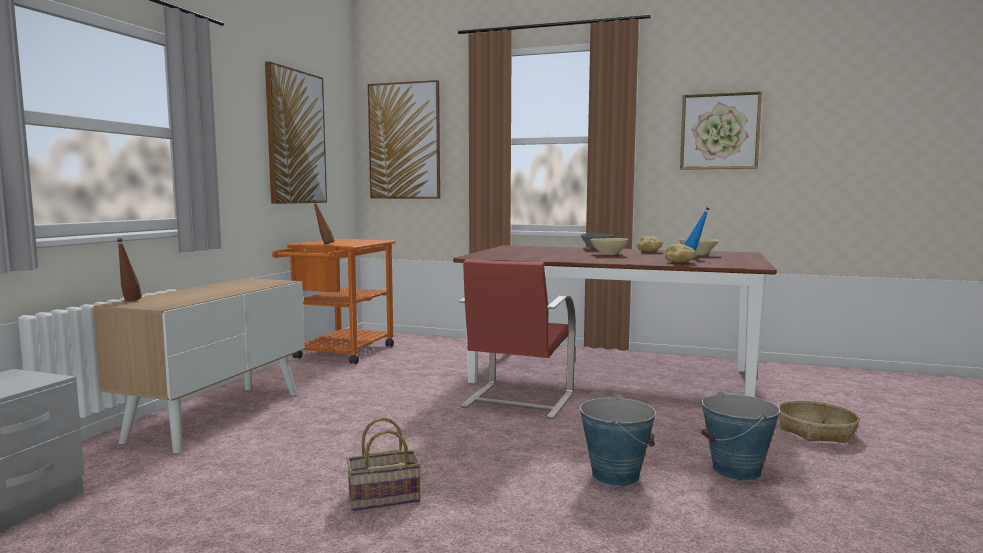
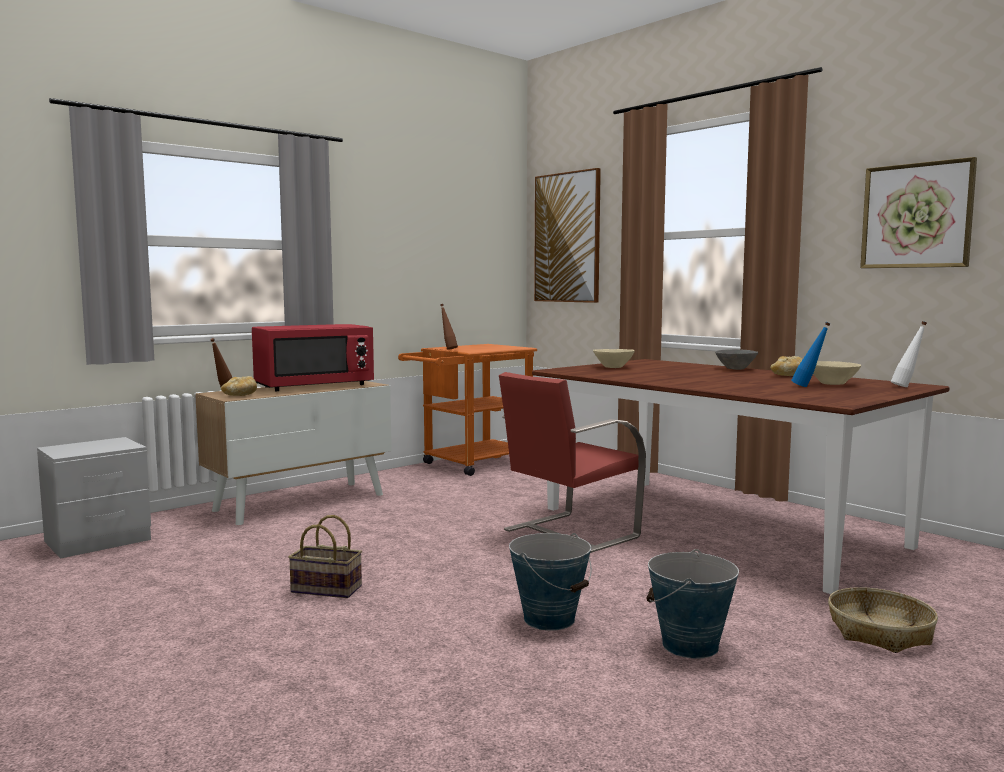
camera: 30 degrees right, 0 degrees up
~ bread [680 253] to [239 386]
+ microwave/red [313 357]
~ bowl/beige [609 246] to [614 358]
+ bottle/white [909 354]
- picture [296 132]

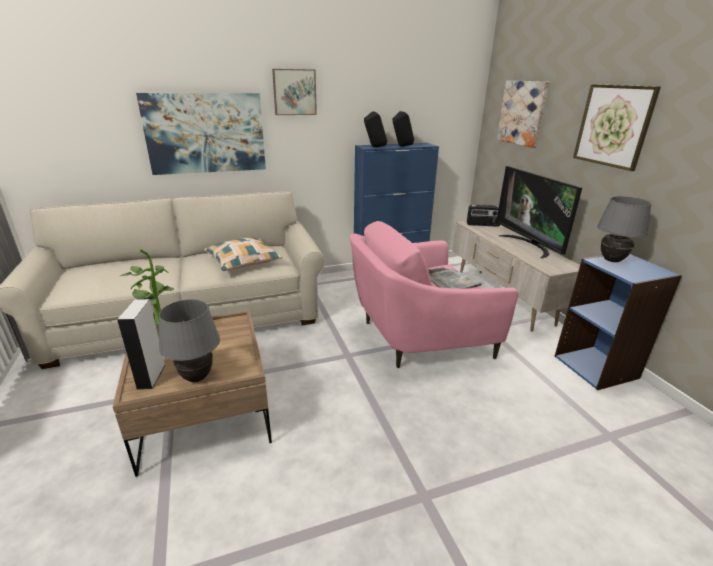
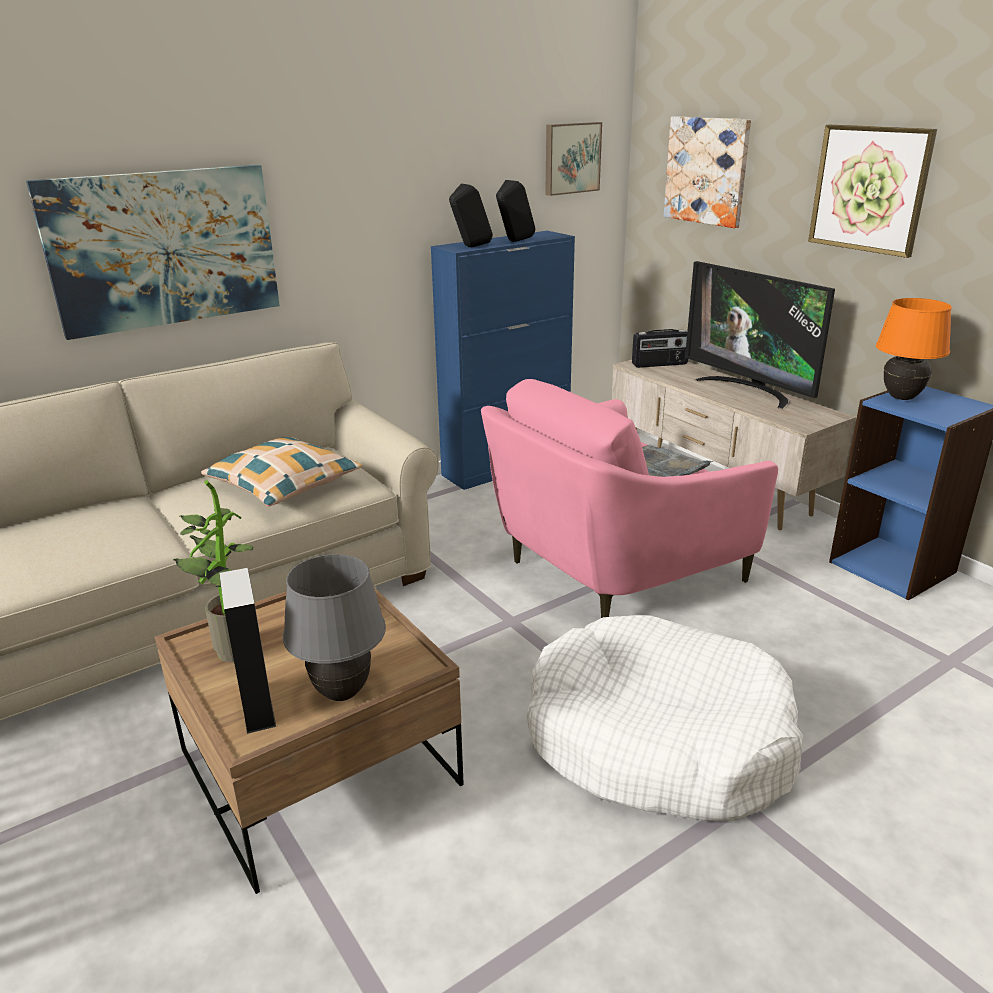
camera: 15 degrees left, 0 degrees up
+ dog bed/white [664 718]
~ picture [294 92] to [573 159]
~ table lamp/grey [624 229] to table lamp/orange [914 349]

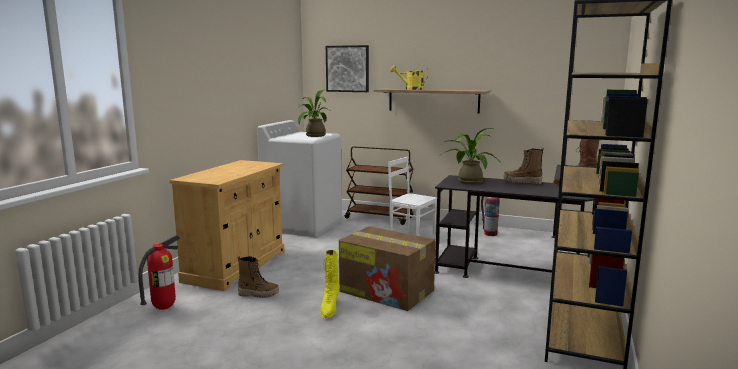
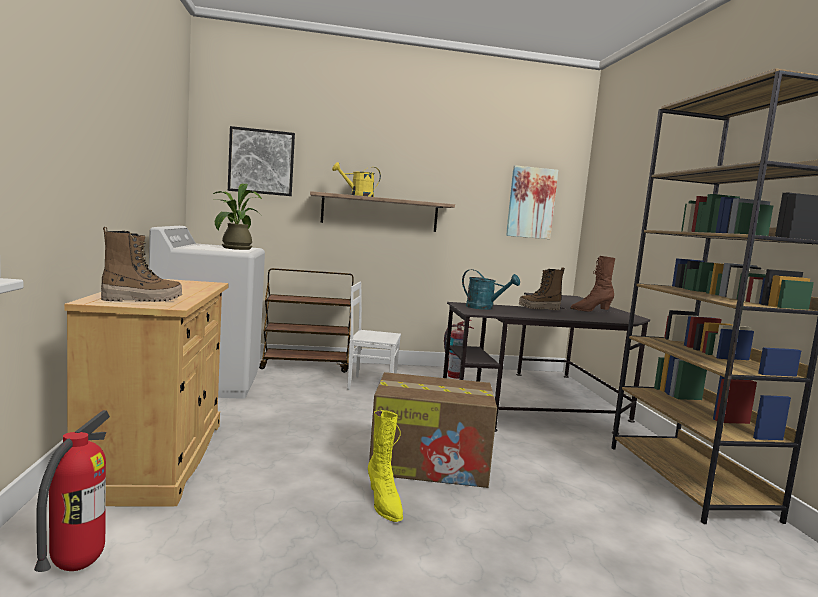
camera: 30 degrees left, 5 degrees down
~ boot [258 277] to [141 264]
~ potted plant [469 156] to watering can/turquoise [491 289]
+ picture [532 202]

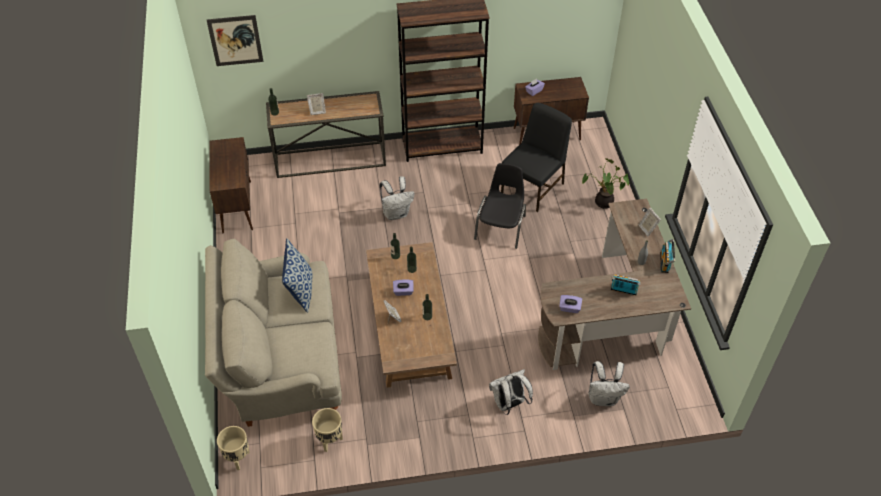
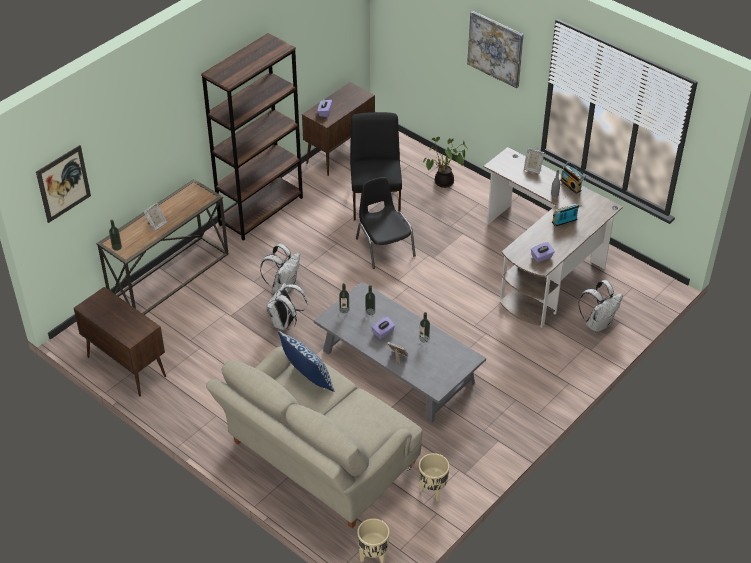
camera: 40 degrees left, 5 degrees down
~ backpack/white [511 392] to [286 306]
~ coffee table/brown [411 315] to coffee table/grey [400 352]
+ picture [495 49]

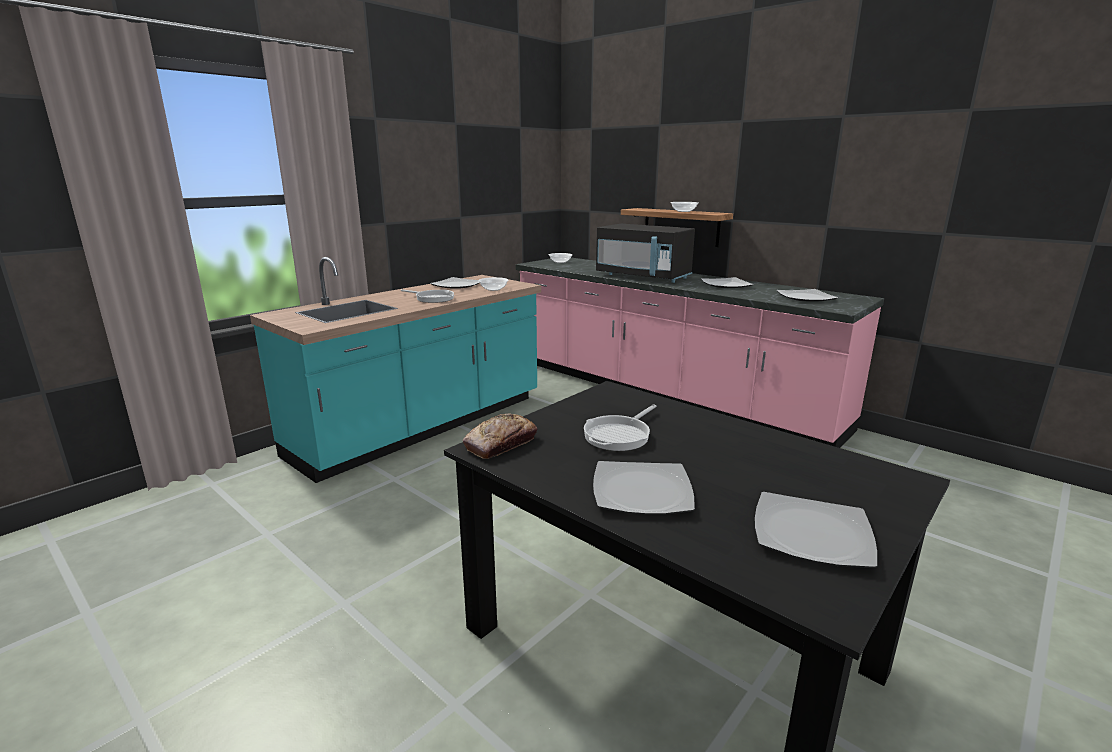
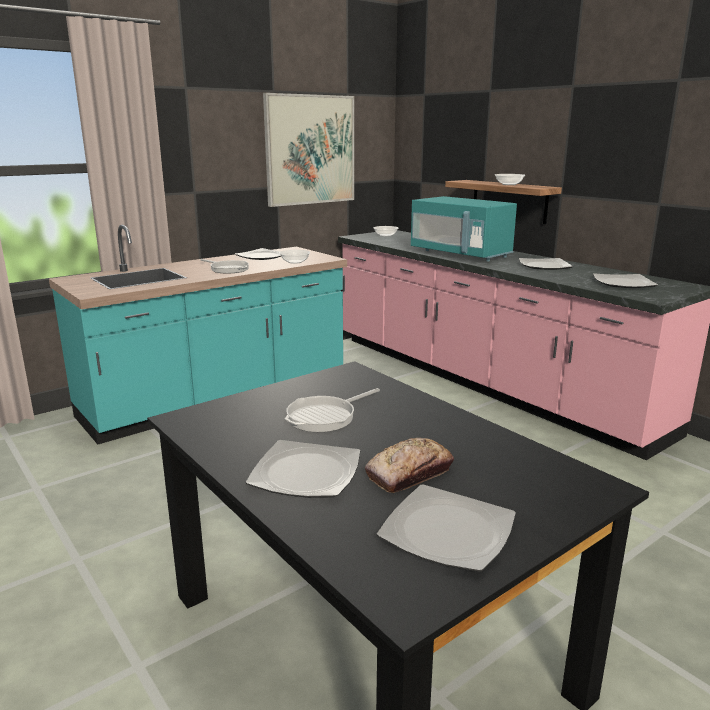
camera: 10 degrees right, 0 degrees up
+ picture [308 150]
~ bread [500 436] to [409 465]
~ microwave/black [645 253] to microwave/turquoise [464 229]

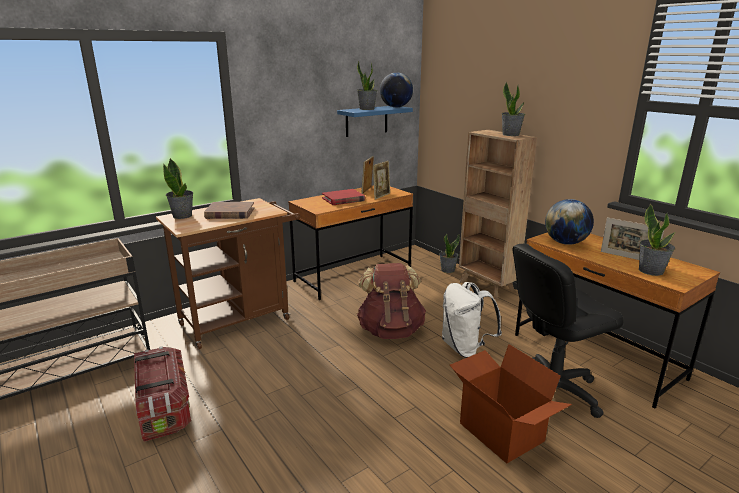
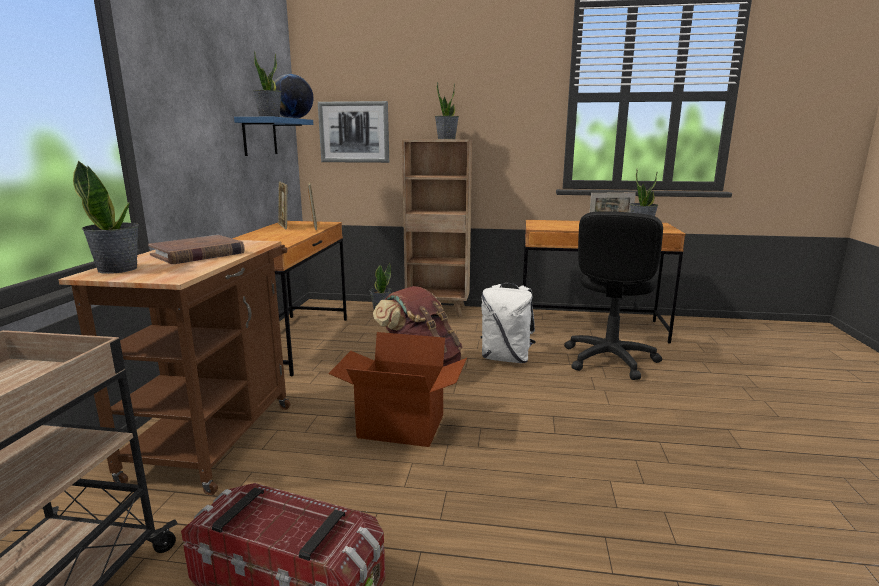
camera: 45 degrees left, 5 degrees down
+ picture [353 132]
~ cardboard box [511 404] to [397 389]
- book/red [343 197]
- globe [569 222]

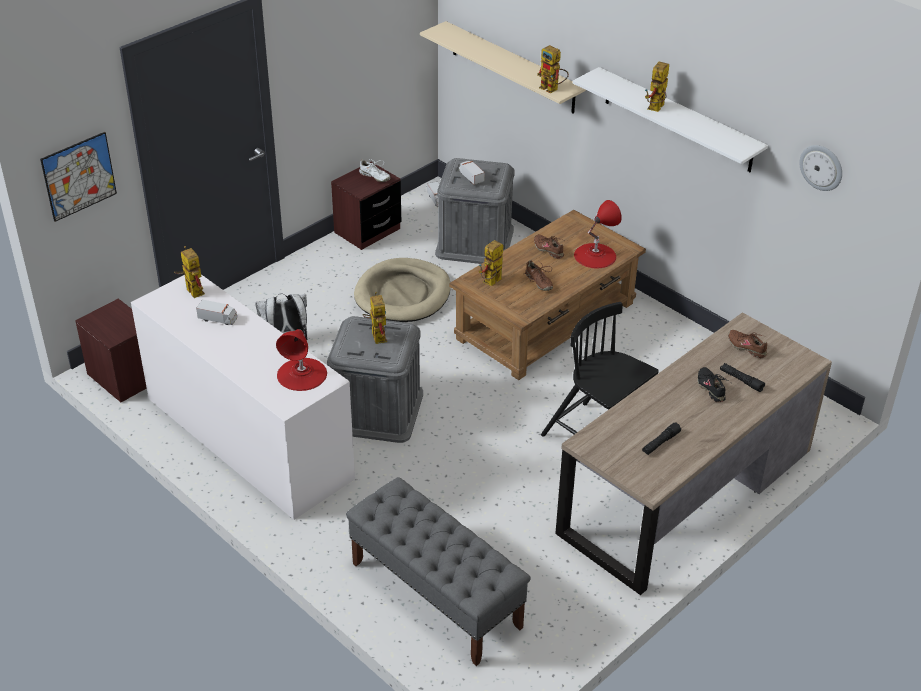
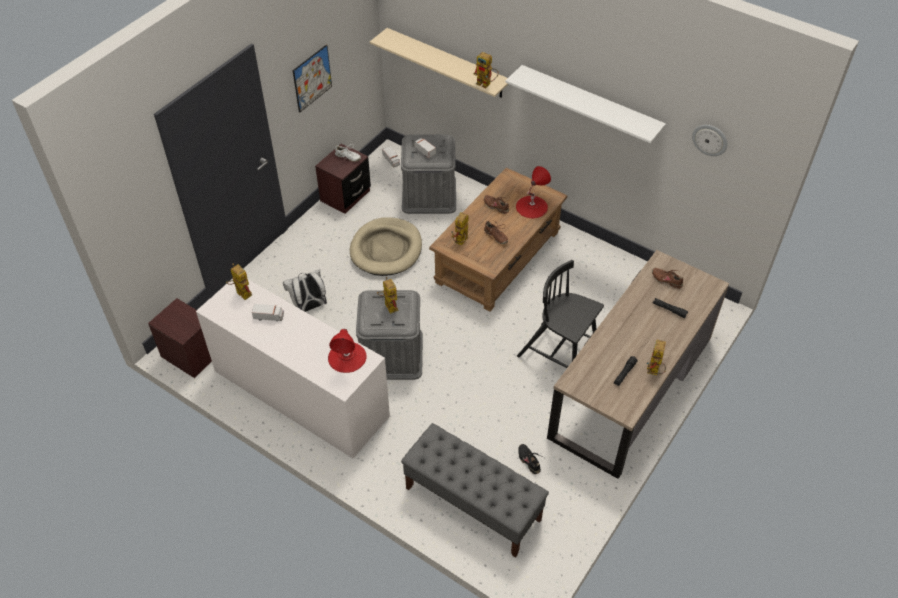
camera: 10 degrees left, 10 degrees up
~ picture [78 177] to [312 78]
~ shoe/black [714 384] to [531 459]
~ toy robot [657 86] to [656 357]

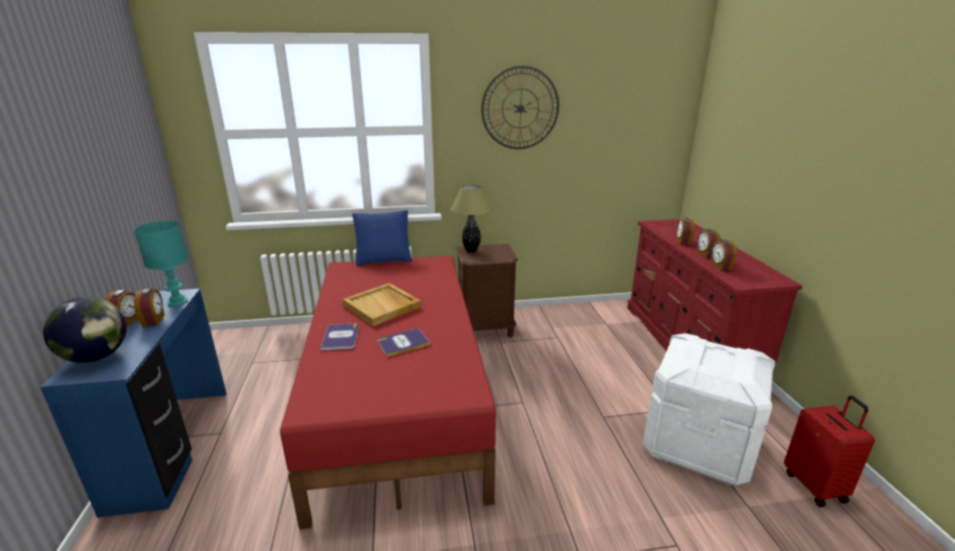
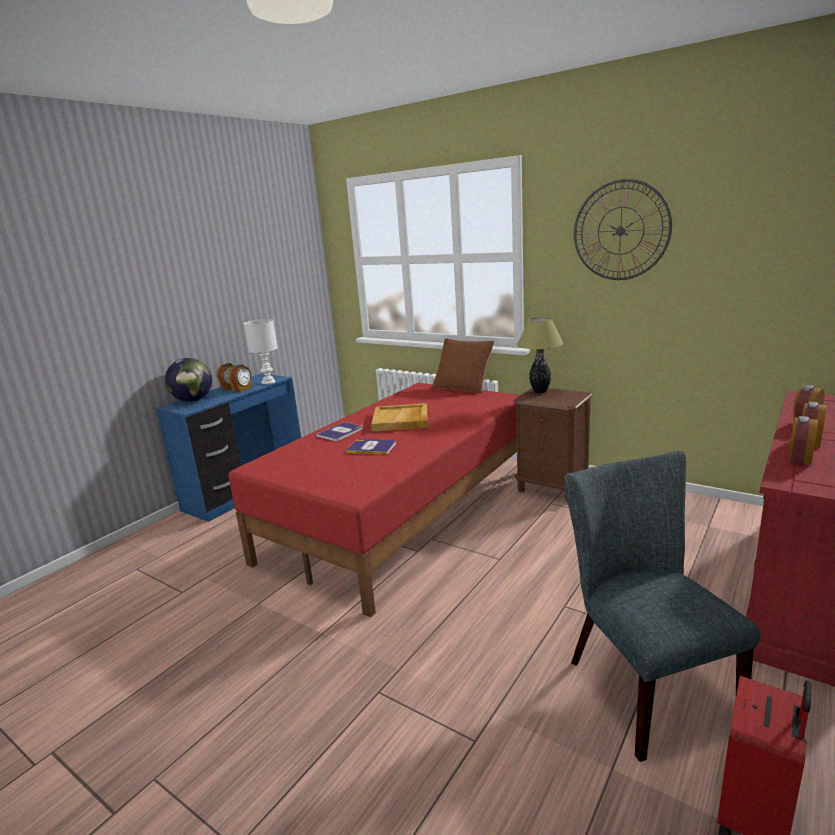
camera: 45 degrees right, 5 degrees down
~ table lamp/turquoise [161 263] to table lamp/white [261 351]
~ pillow/blue [382 238] to pillow/brown [463 366]
~ storage box/white [709 409] to chair/grey [662 606]

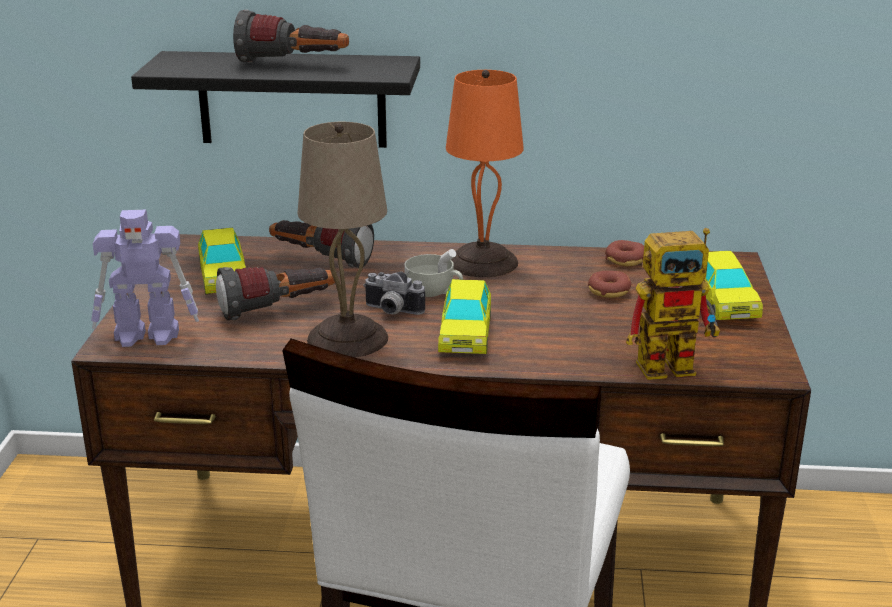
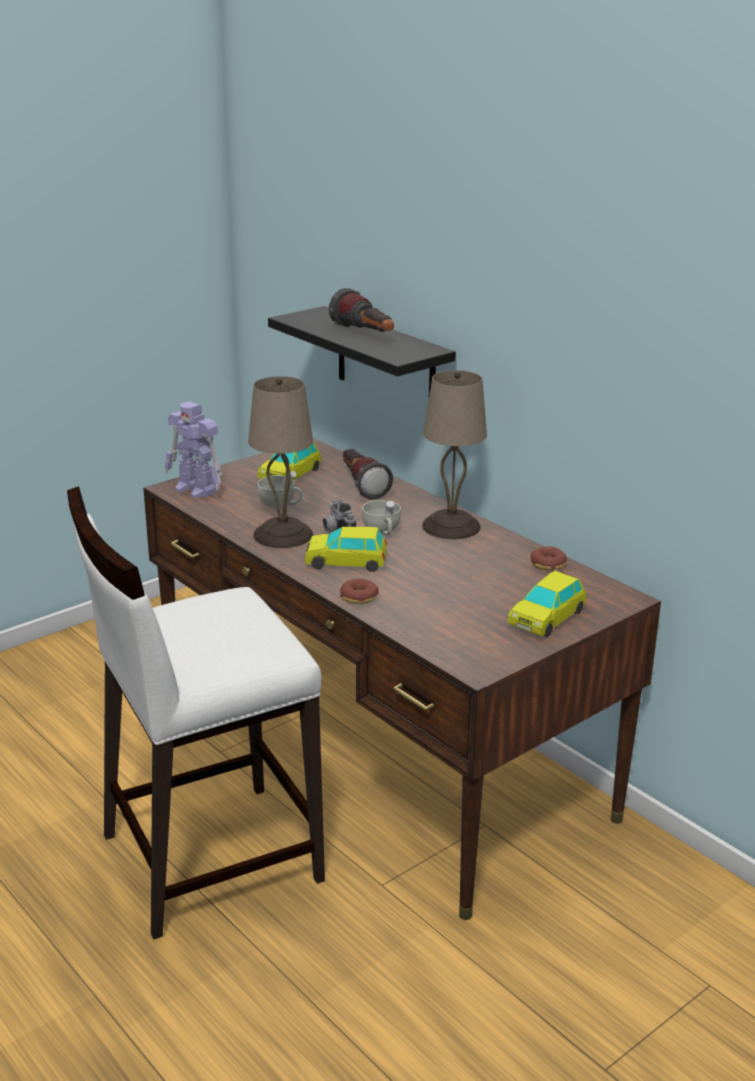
camera: 45 degrees right, 0 degrees up
~ flashlight [275 294] to cup/white [280 489]
~ toy car [464 316] = [346 549] 45 degrees clockwise
~ donut [609 284] to [359 591]
~ table lamp/orange [485 173] to table lamp/beige [454 454]
- toy robot [673 304]

